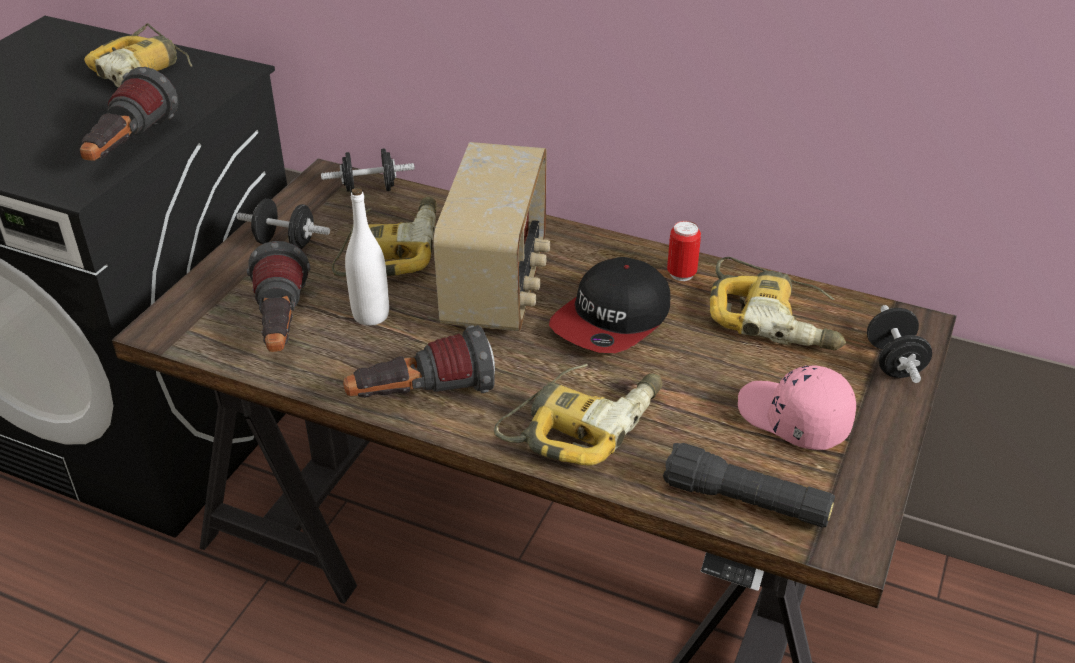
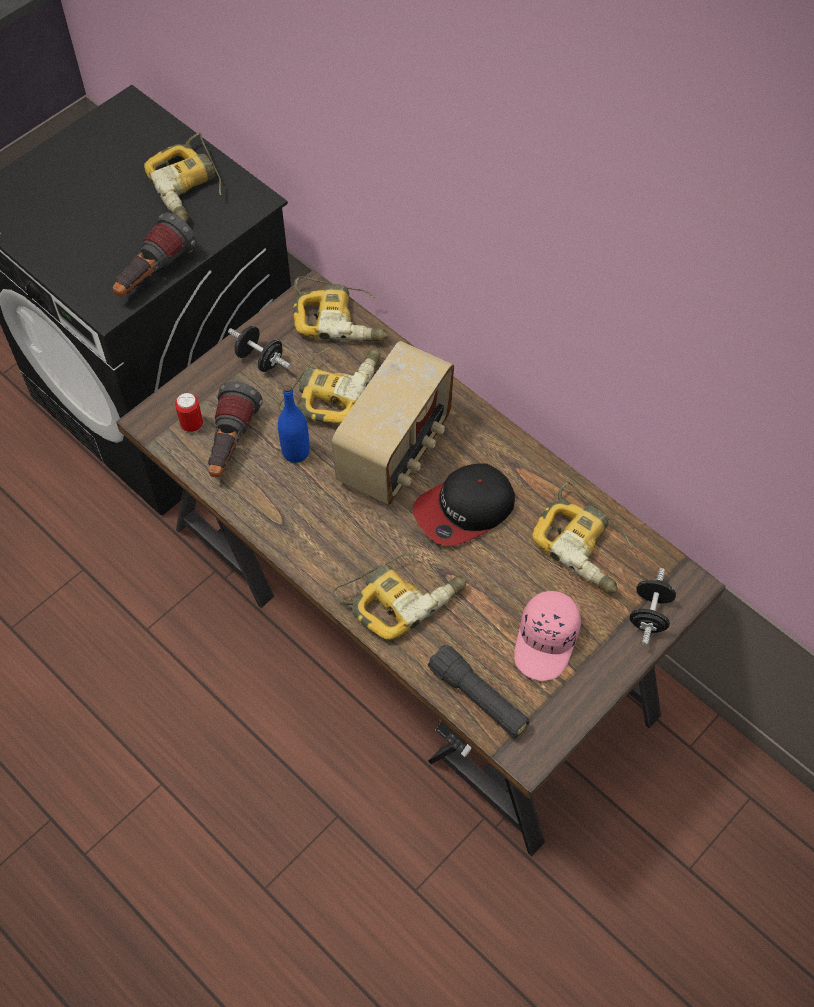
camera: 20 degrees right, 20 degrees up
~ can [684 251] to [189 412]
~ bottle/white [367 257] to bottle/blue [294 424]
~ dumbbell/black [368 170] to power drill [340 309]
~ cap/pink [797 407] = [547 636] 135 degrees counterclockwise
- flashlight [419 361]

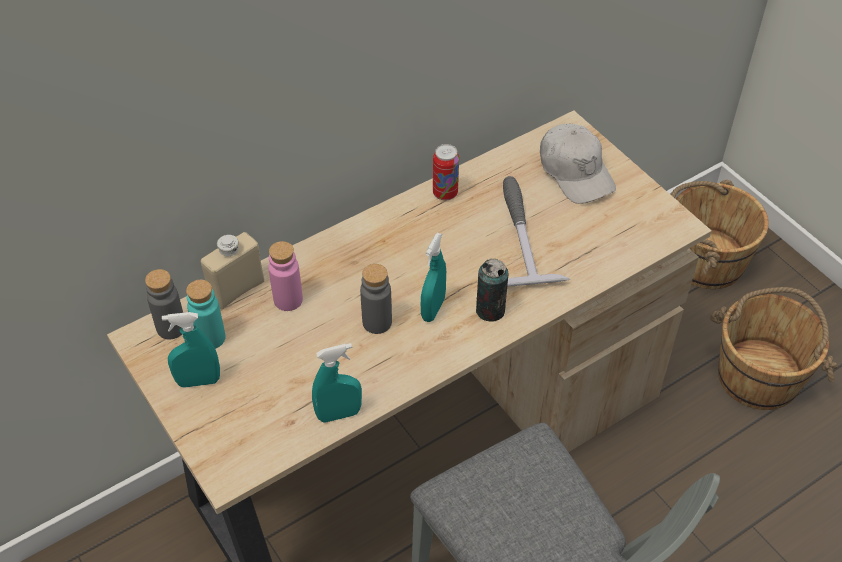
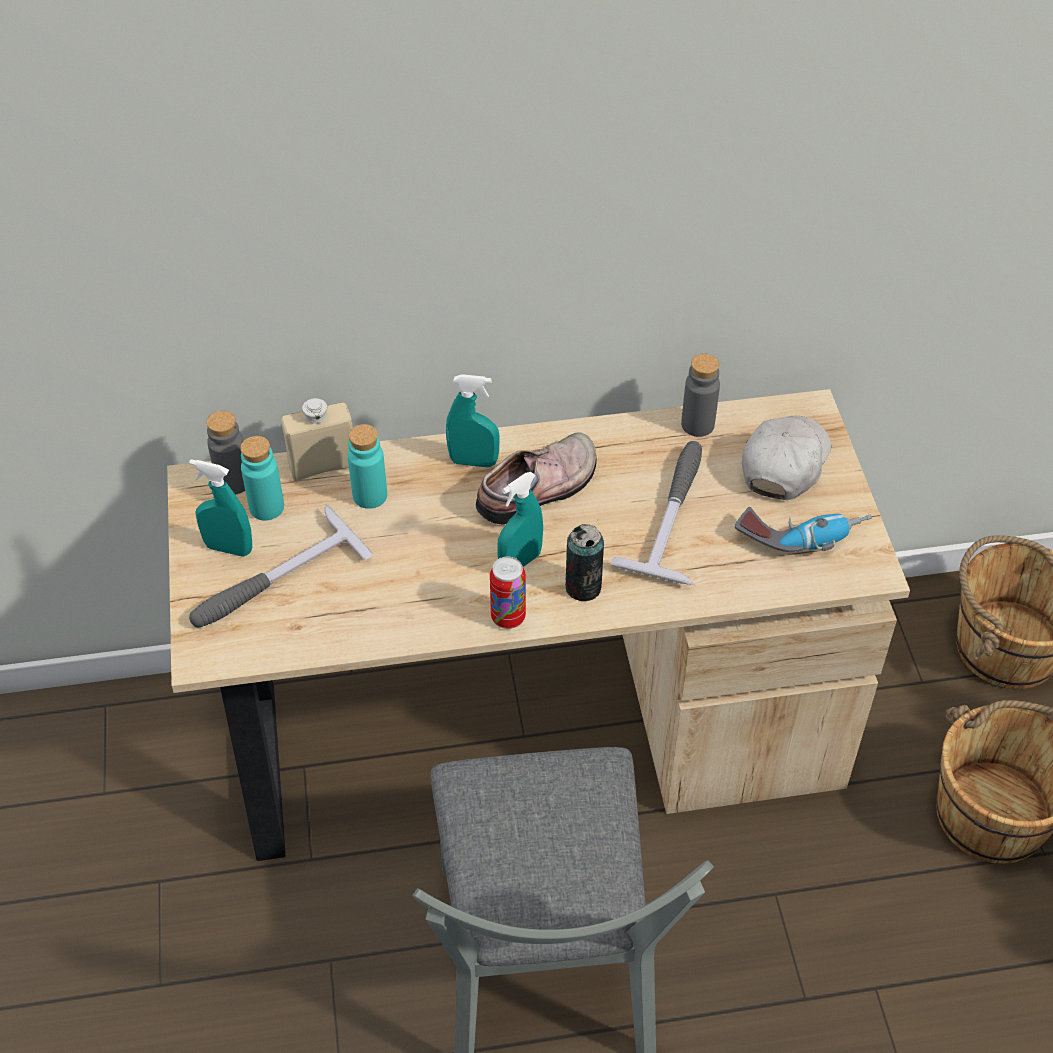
camera: 25 degrees right, 0 degrees up
+ hammer [281 566]
~ bottle/pink [285 276] to bottle/turquoise [367 466]
~ spray bottle/turquoise [337 383] to [473 420]
+ shoe [536 478]
~ can [446 172] to [508 592]
~ bottle/grey [376 299] to [700 395]
+ power drill [803 529]
~ cap/white [578 164] = [786 457] 150 degrees counterclockwise

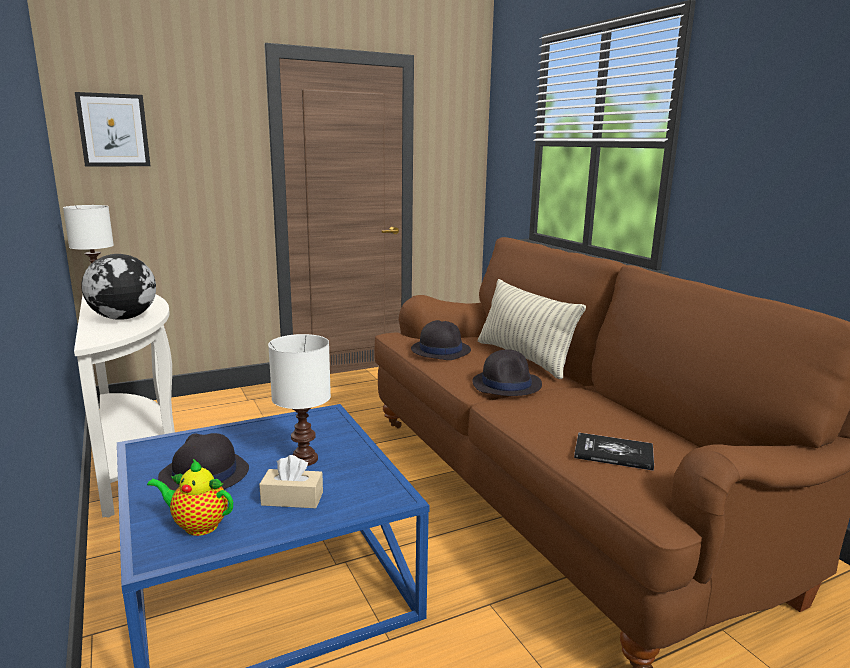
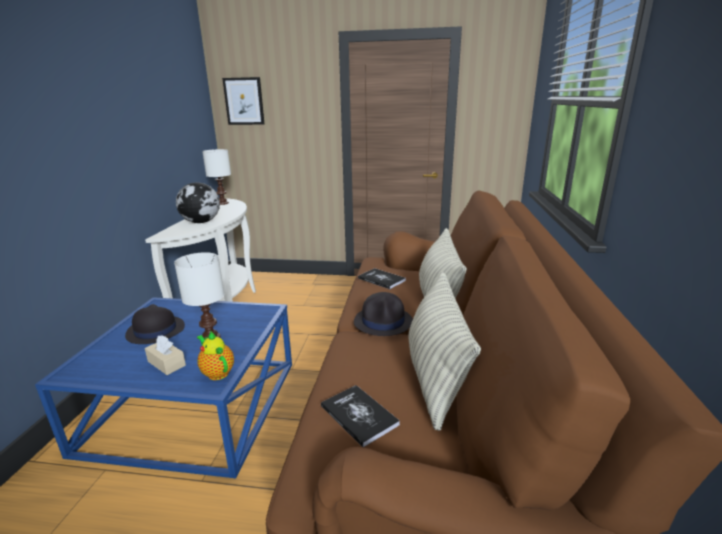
camera: 35 degrees right, 5 degrees up
~ teapot [190 497] to [215 355]
~ hat/black [441 340] to book [382 278]
+ pillow [445 351]

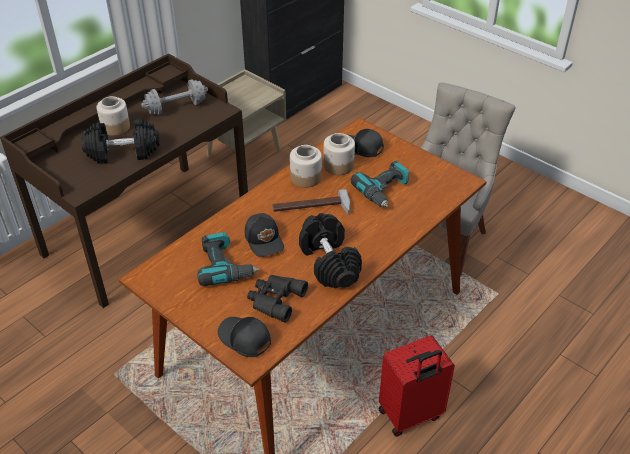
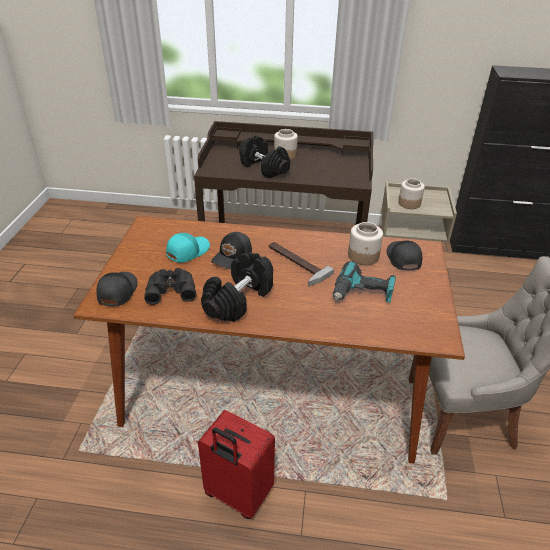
camera: 55 degrees right, 5 degrees down
~ power drill [229 259] to cap/turquoise [188 248]
~ jar [306 166] to [411 193]
- dumbbell/grey [174 97]

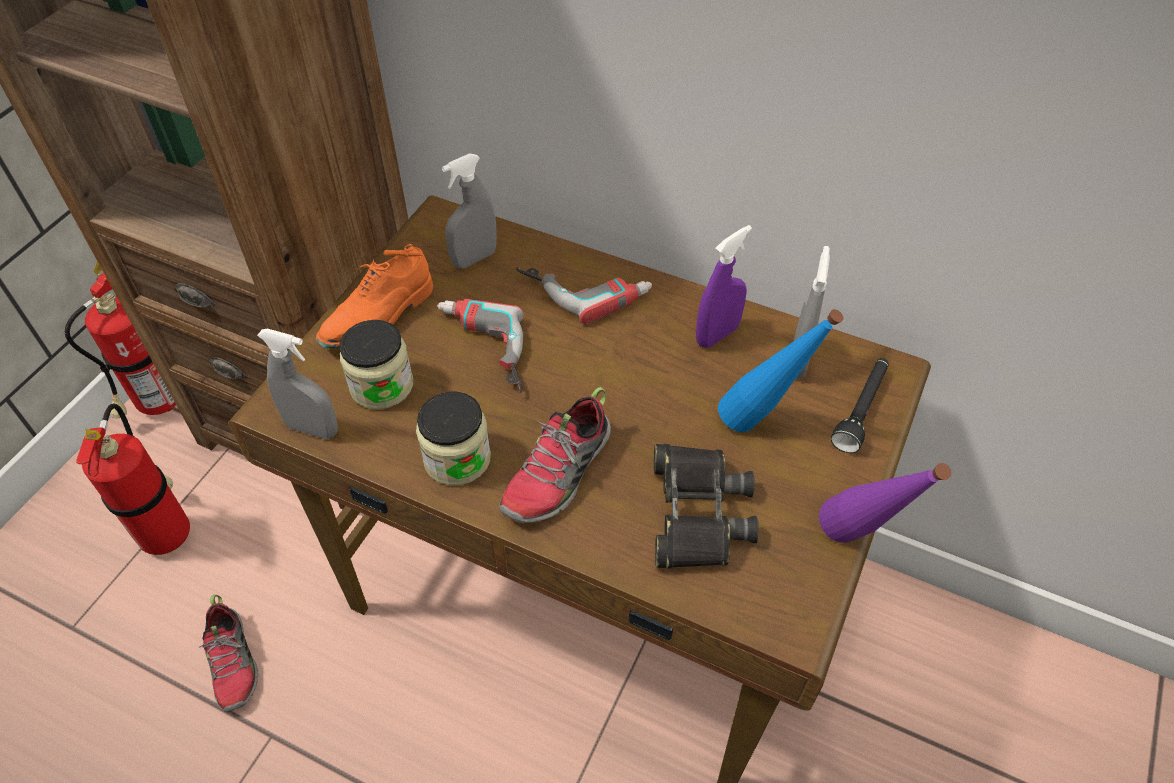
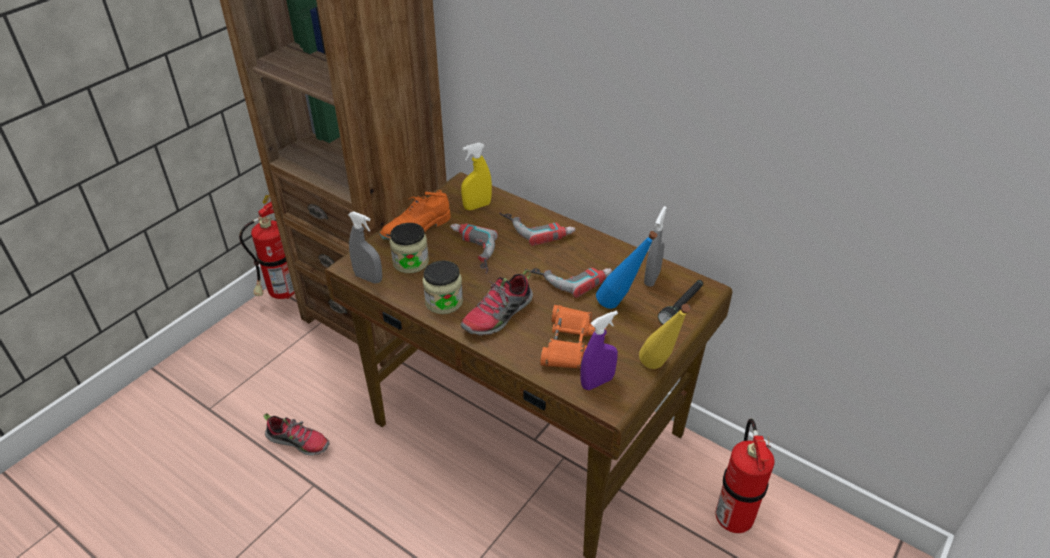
camera: 10 degrees right, 10 degrees down
~ shoe [228 653] = [296 435] 60 degrees counterclockwise
~ spray bottle/grey [469 211] to spray bottle/yellow [476 176]
+ power drill [568 283]
~ binoculars/black [706 506] to binoculars/orange [573 337]
~ spray bottle/purple [724 286] to [599 350]
~ bottle/purple [885 503] to bottle/yellow [665 336]
~ fire extinguisher [133 479] to [745 476]

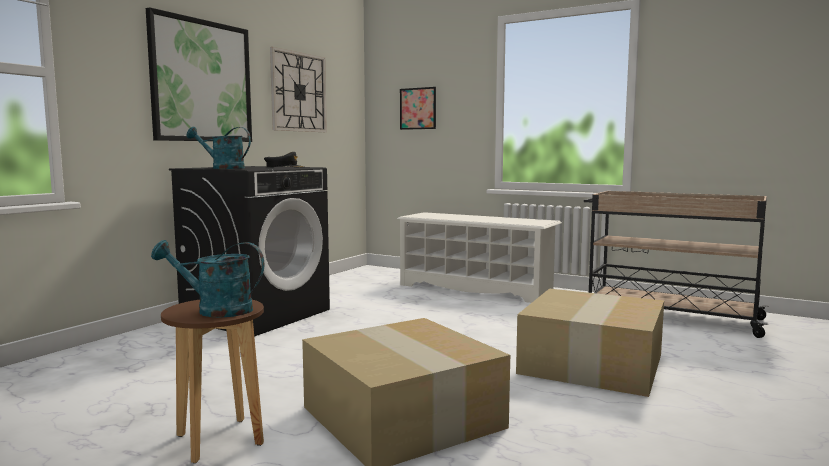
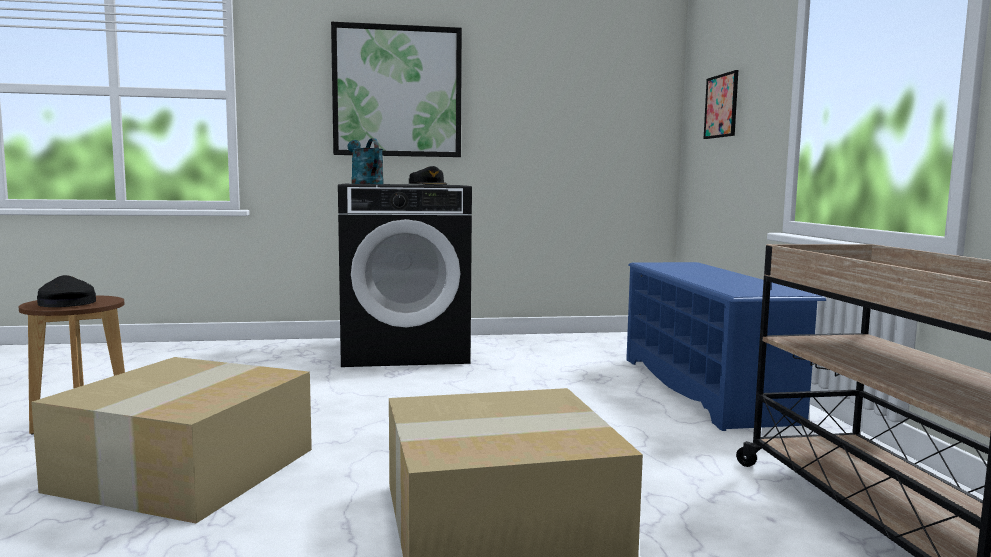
camera: 50 degrees right, 0 degrees up
~ watering can/turquoise [208 279] to cap/black [66 291]
~ shoe rack/white [479 257] to shoe rack/blue [726 346]
- wall clock [298 89]

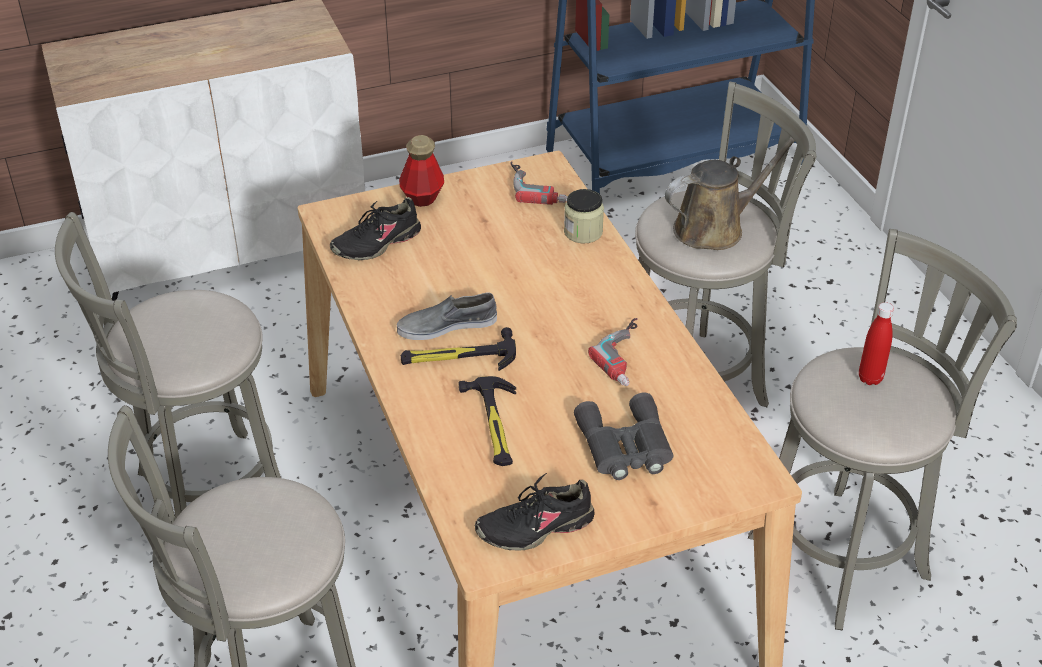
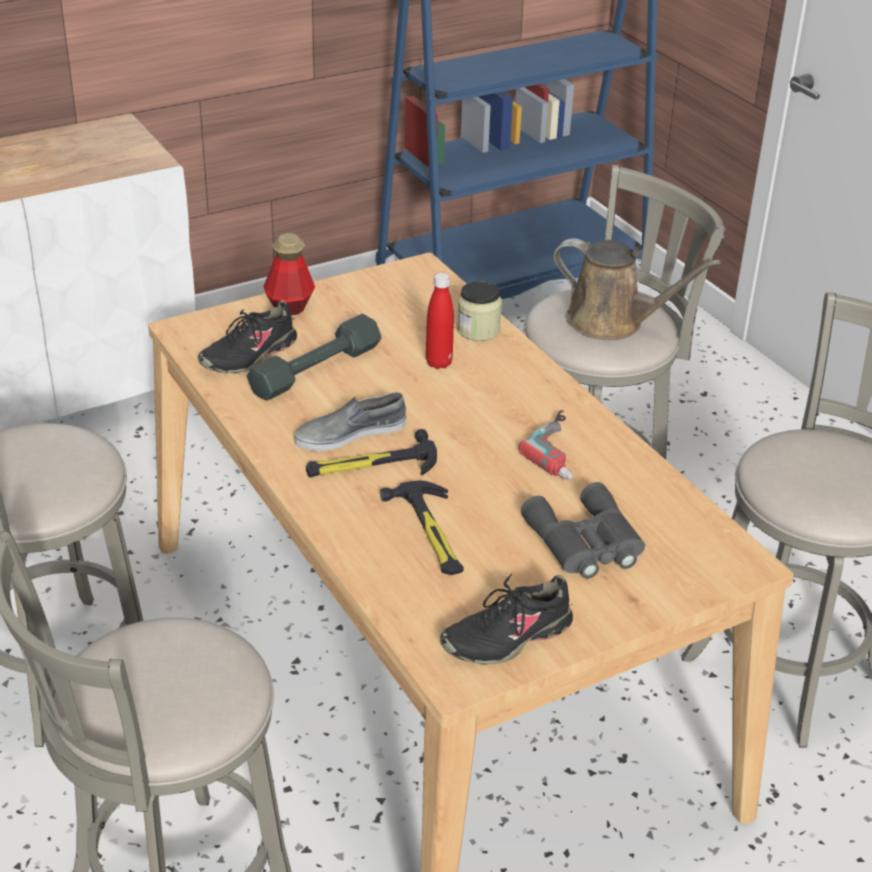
camera: 10 degrees left, 5 degrees down
+ dumbbell/grey [314 357]
~ bottle/red [876 343] to [440 321]
~ watering can/brown [730 194] = [637 289] 60 degrees clockwise
- power drill [539 183]

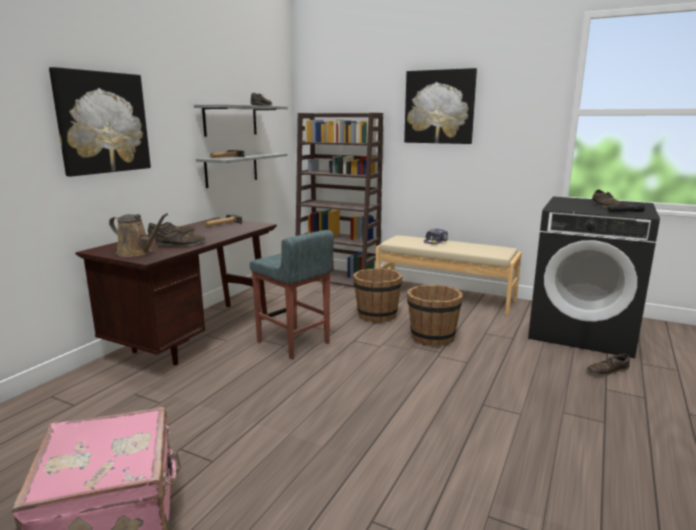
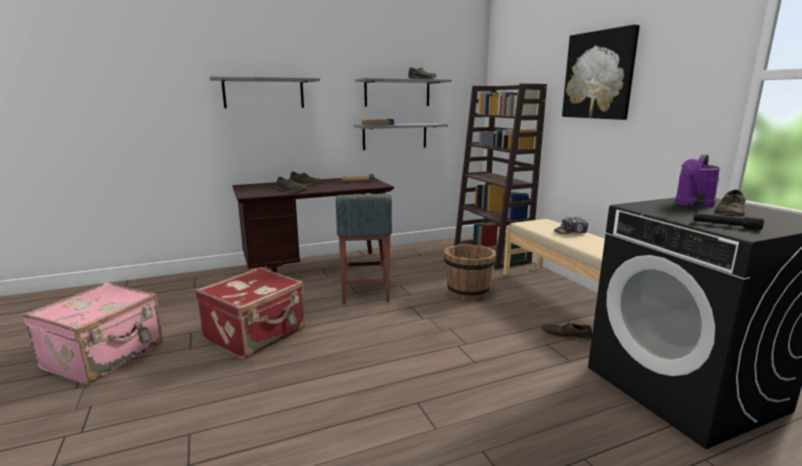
camera: 40 degrees right, 0 degrees up
+ suitcase/red [250 313]
~ picture [100 122] to shelf/grey [264 92]
~ shoe/brown [608 365] to [566 332]
+ watering can/purple [698 180]
- watering can/brown [138 235]
- bucket/brown [435 315]

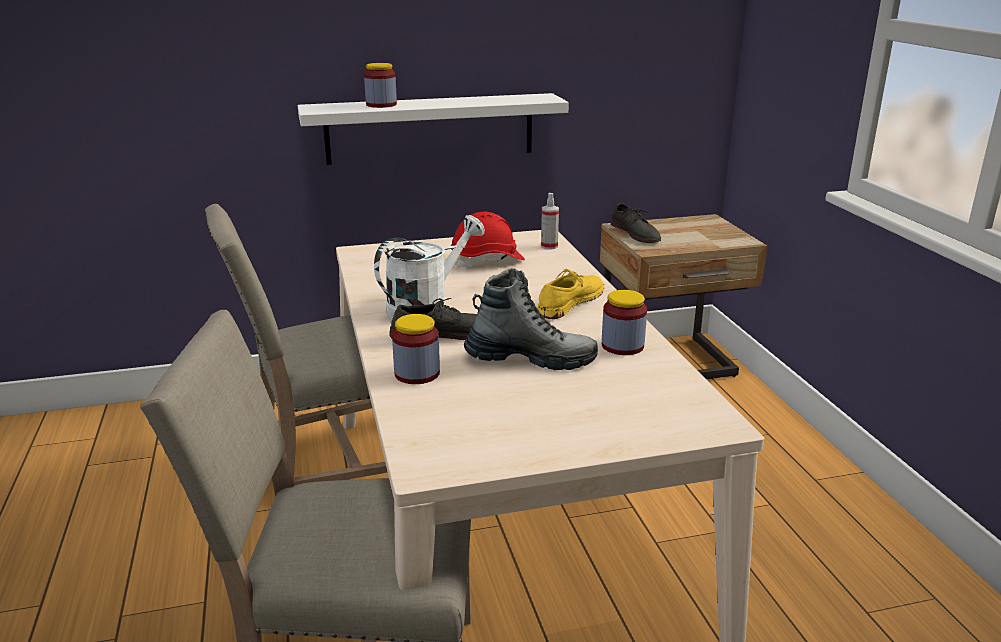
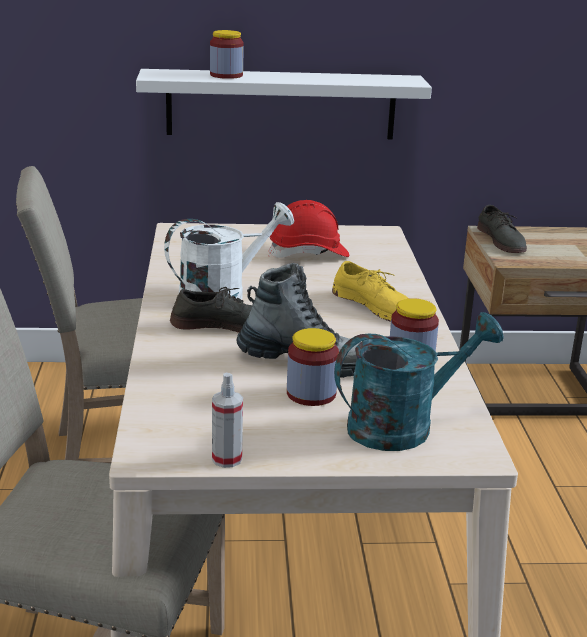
camera: 10 degrees right, 0 degrees up
~ spray bottle [550 221] to [227 420]
~ jar [416 349] to [313 367]
~ shoe/yellow [571 294] = [370 291] 90 degrees clockwise
+ watering can/turquoise [419 381]

